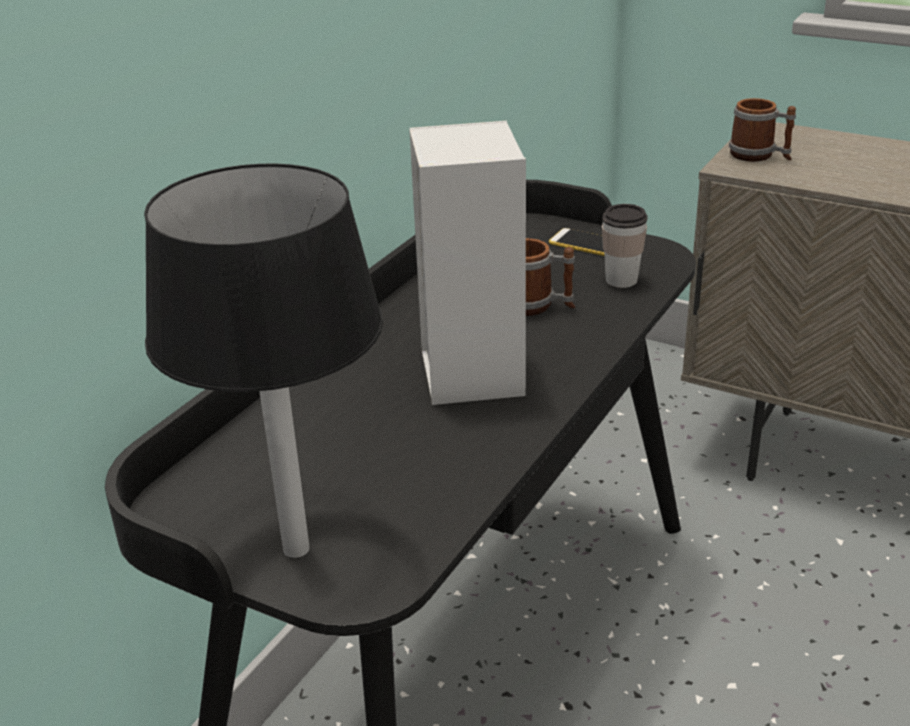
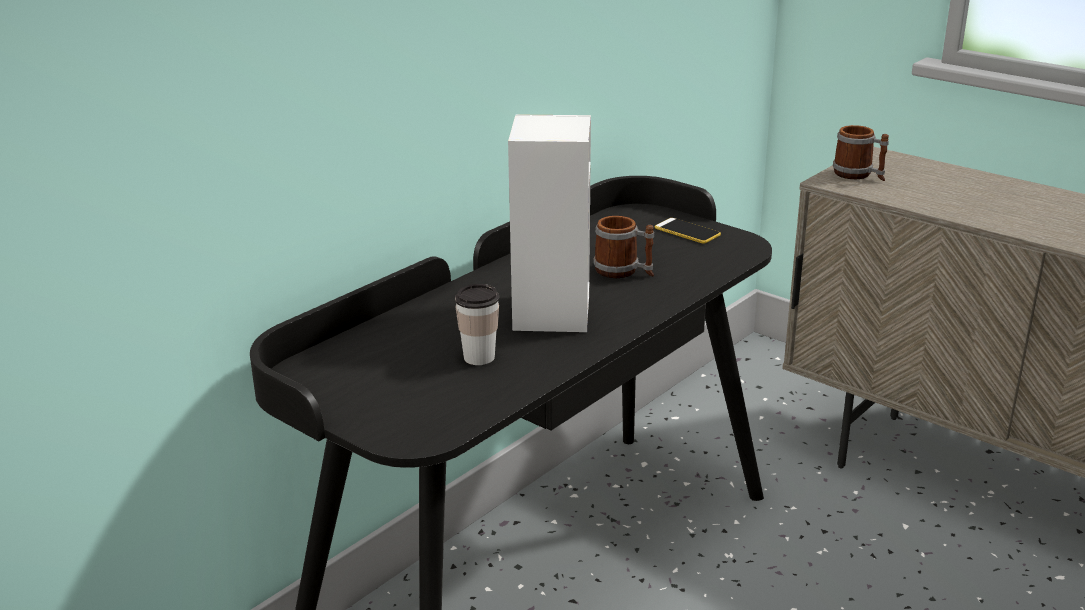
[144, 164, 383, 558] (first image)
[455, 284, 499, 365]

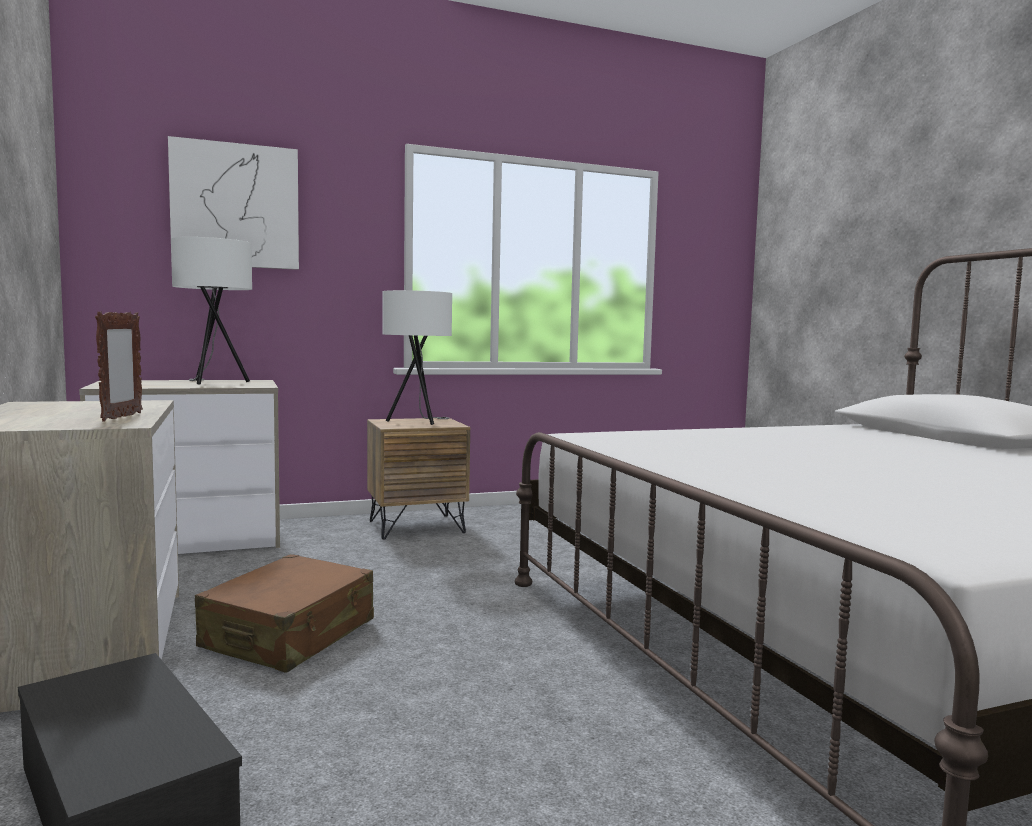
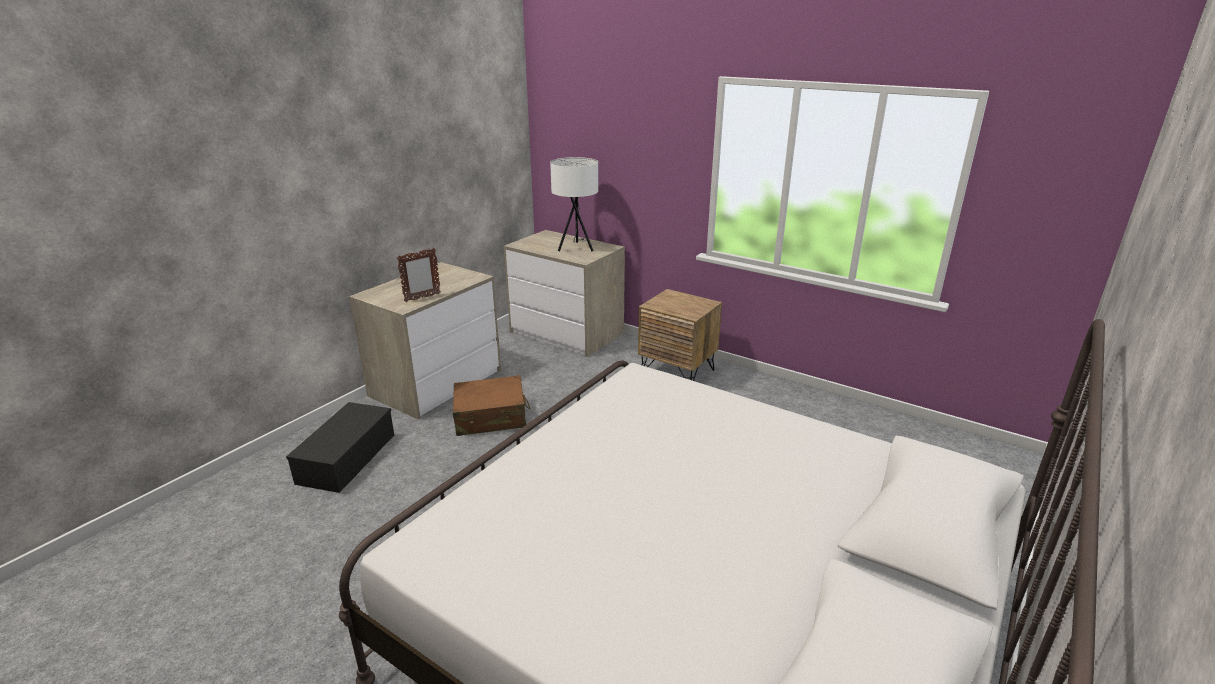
[168, 136, 299, 270] (first image)
[382, 290, 452, 425] (first image)

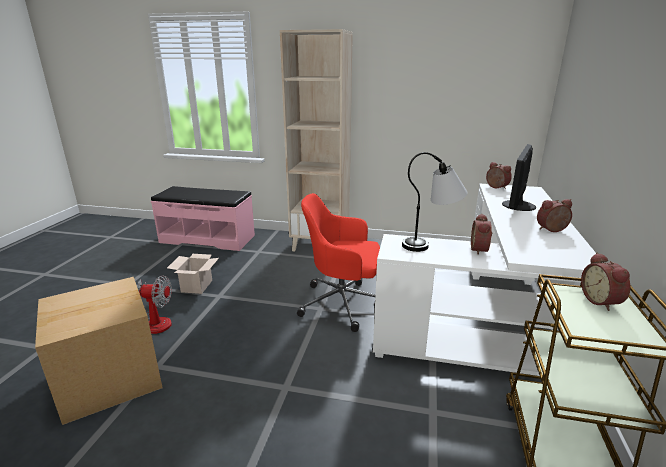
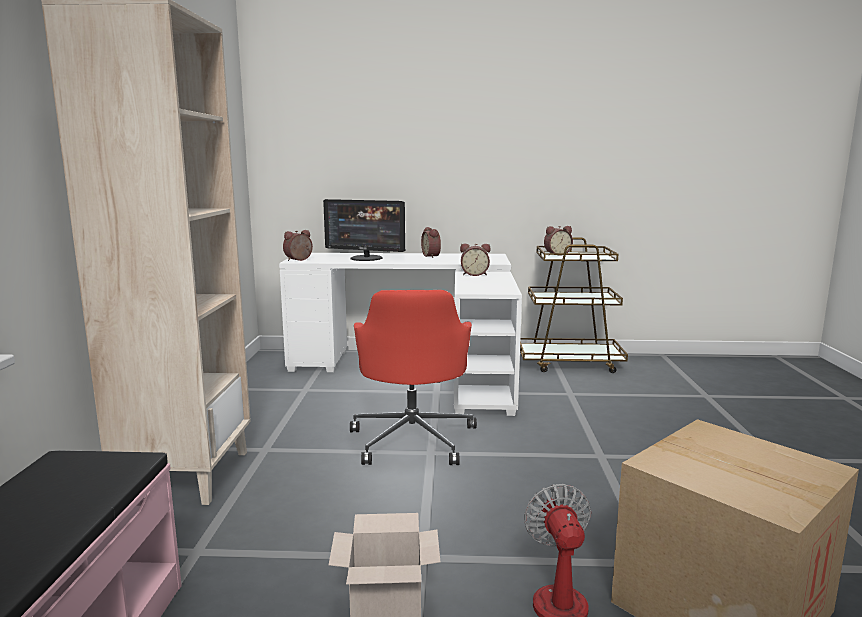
[402, 152, 468, 252] (first image)

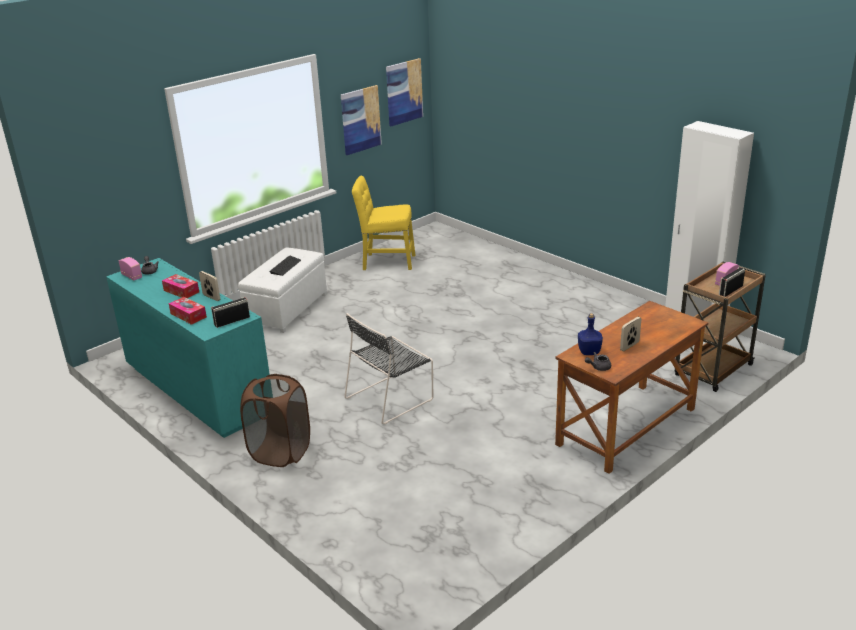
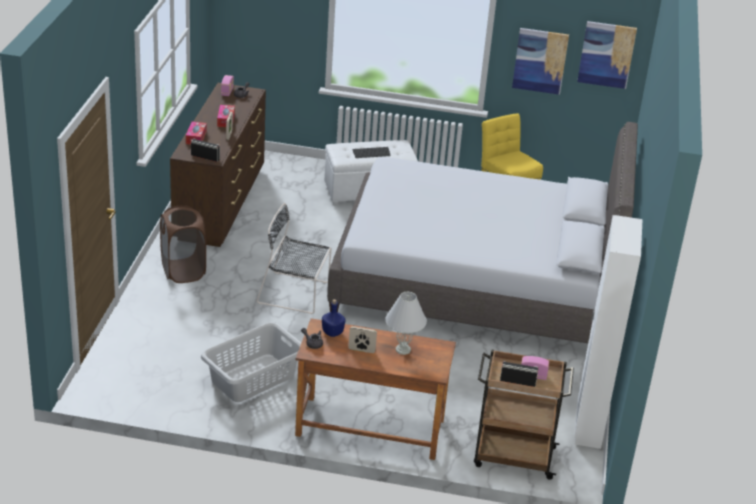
[170, 83, 266, 247]
[327, 122, 638, 343]
[385, 292, 427, 355]
[201, 322, 301, 402]

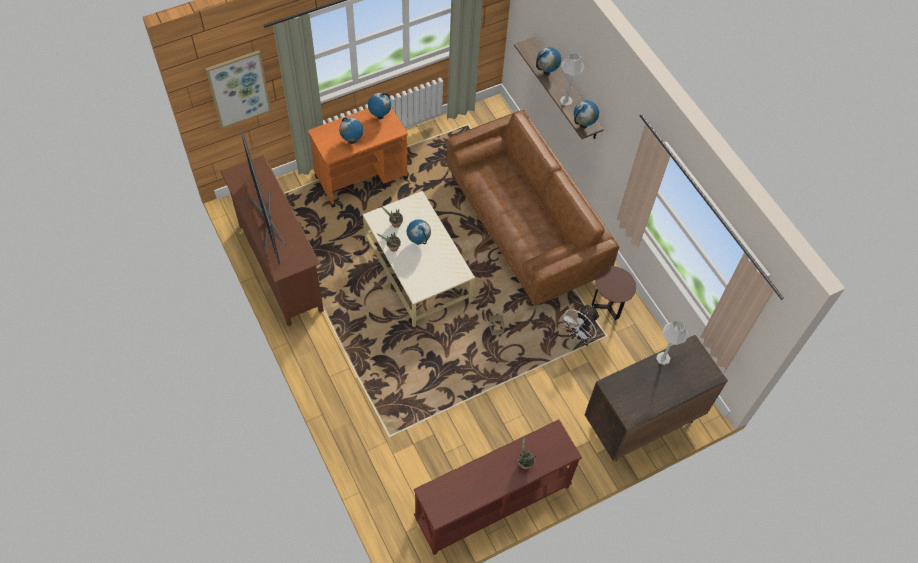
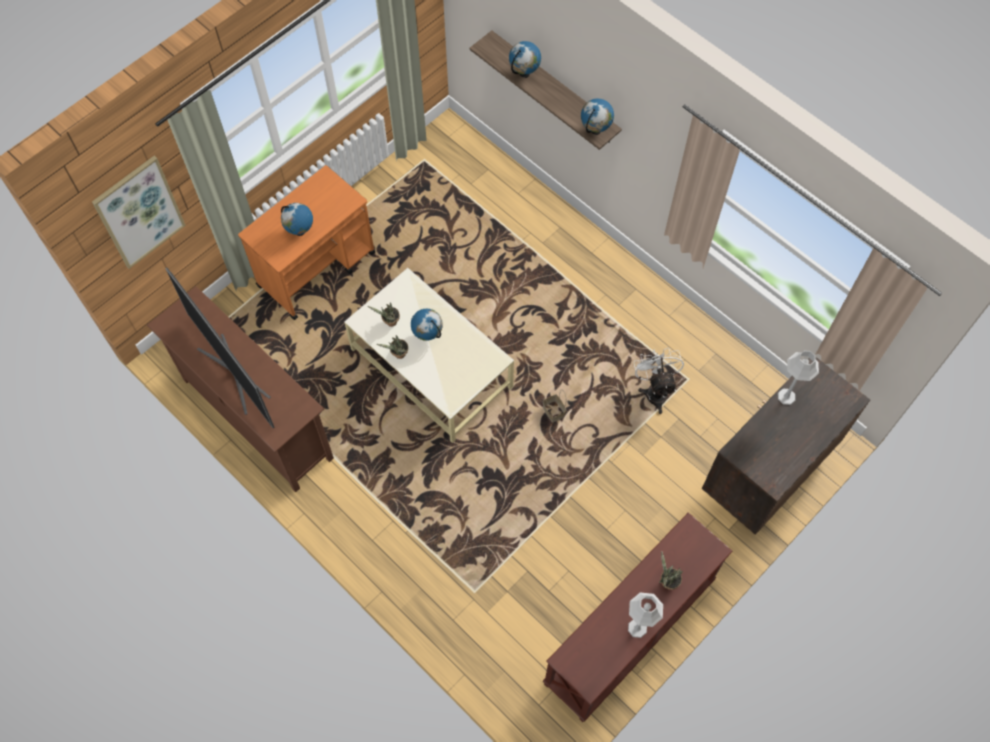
[628, 592, 663, 638]
[368, 93, 391, 119] (first image)
[447, 110, 619, 306] (first image)
[592, 266, 636, 320] (first image)
[634, 348, 684, 414]

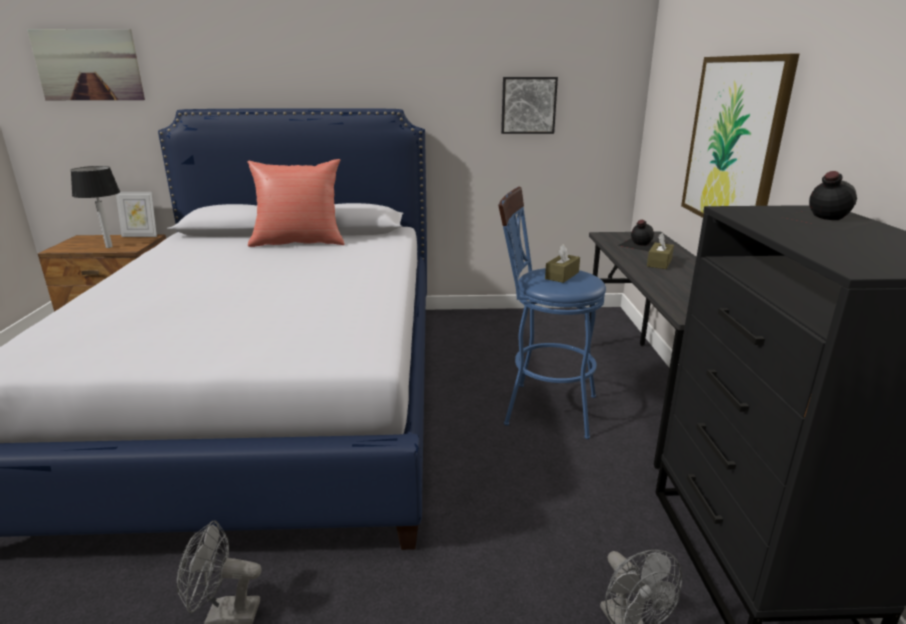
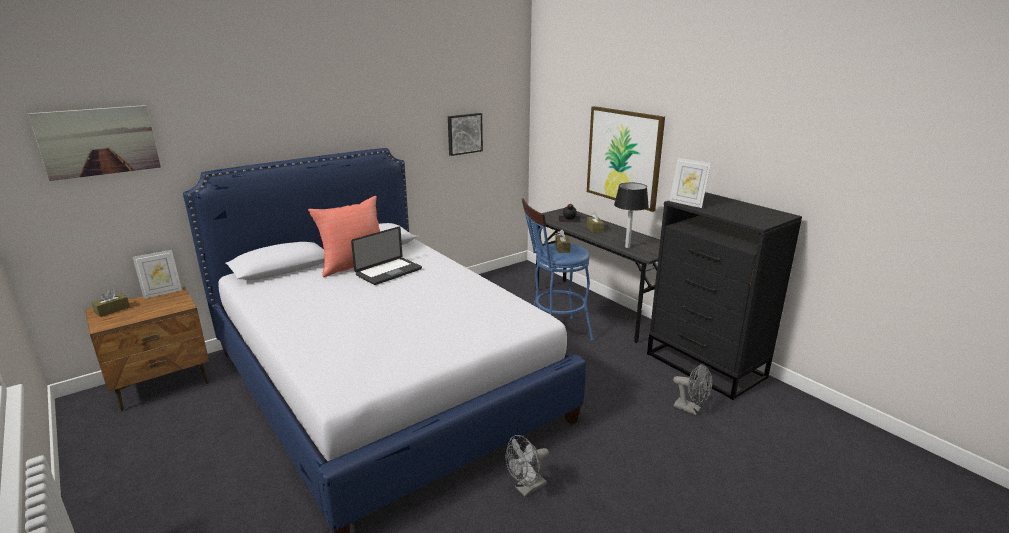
[614, 182, 649, 248]
[780, 171, 874, 230] (first image)
[670, 158, 711, 208]
[351, 227, 422, 285]
[91, 289, 130, 317]

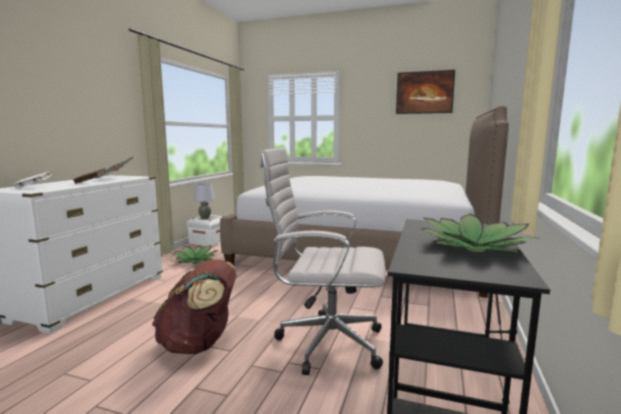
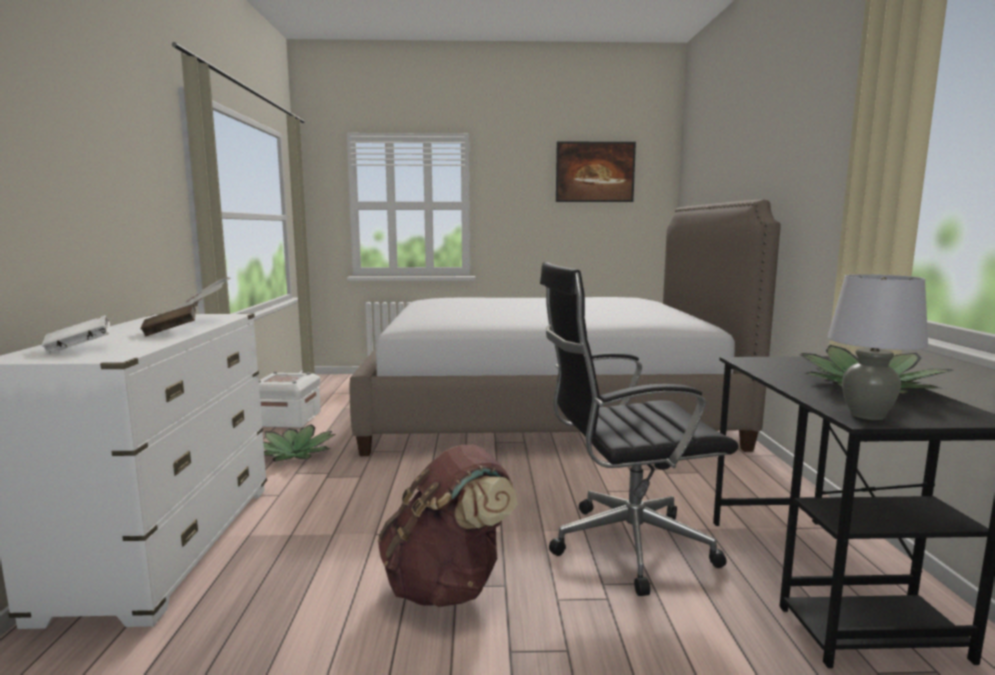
[540, 262, 738, 596]
[828, 274, 928, 420]

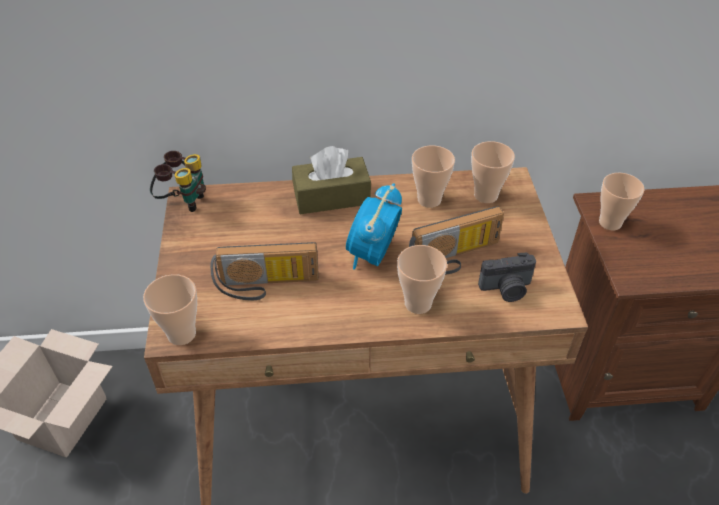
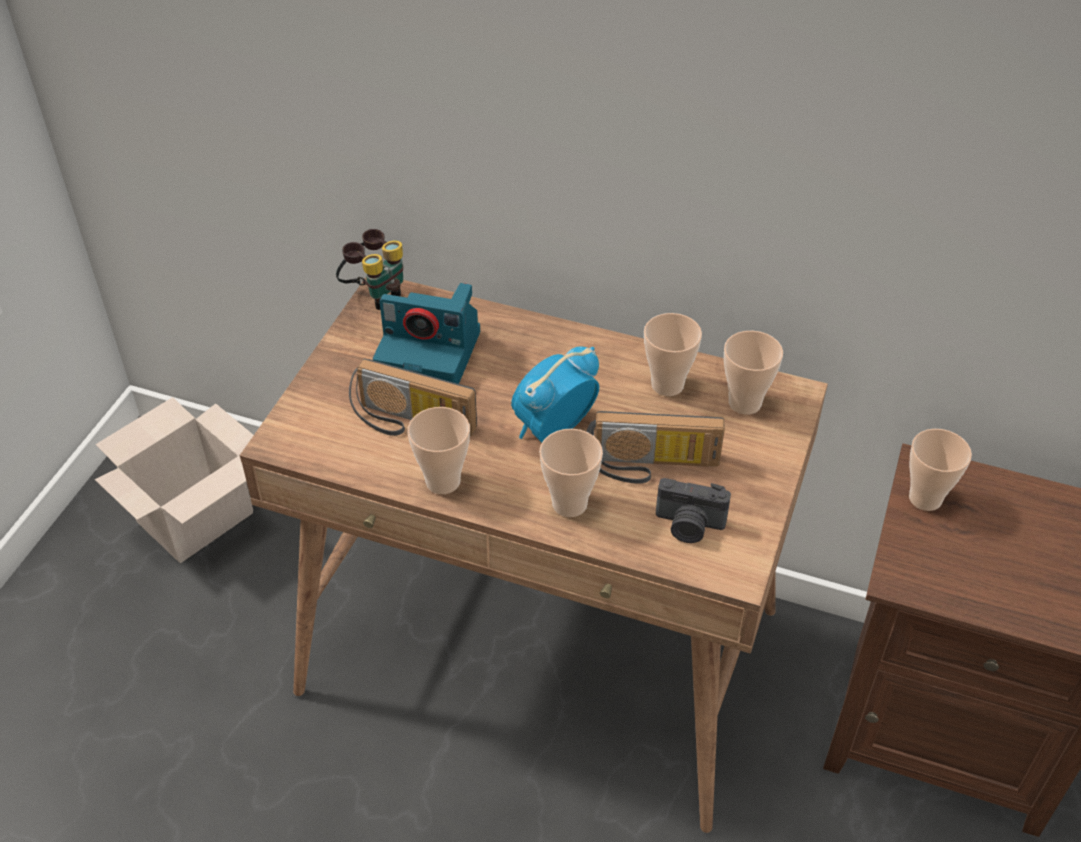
[292, 146, 371, 214] (first image)
[408, 407, 470, 494]
[373, 283, 480, 384]

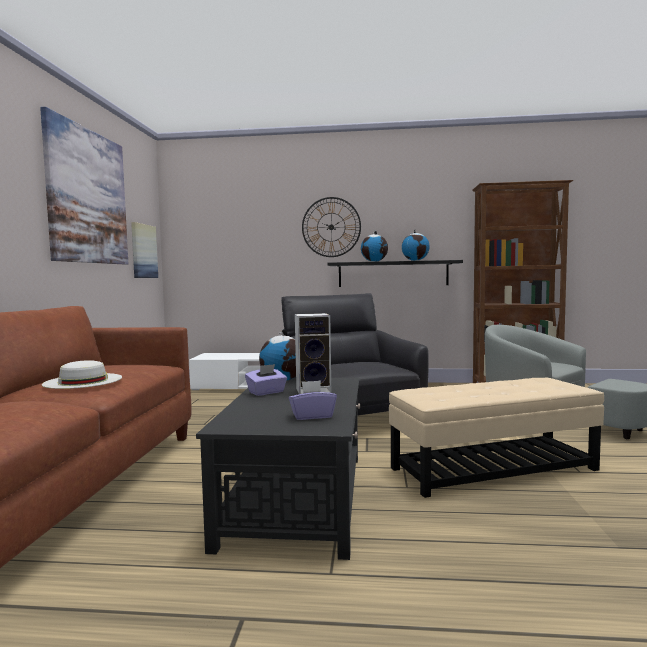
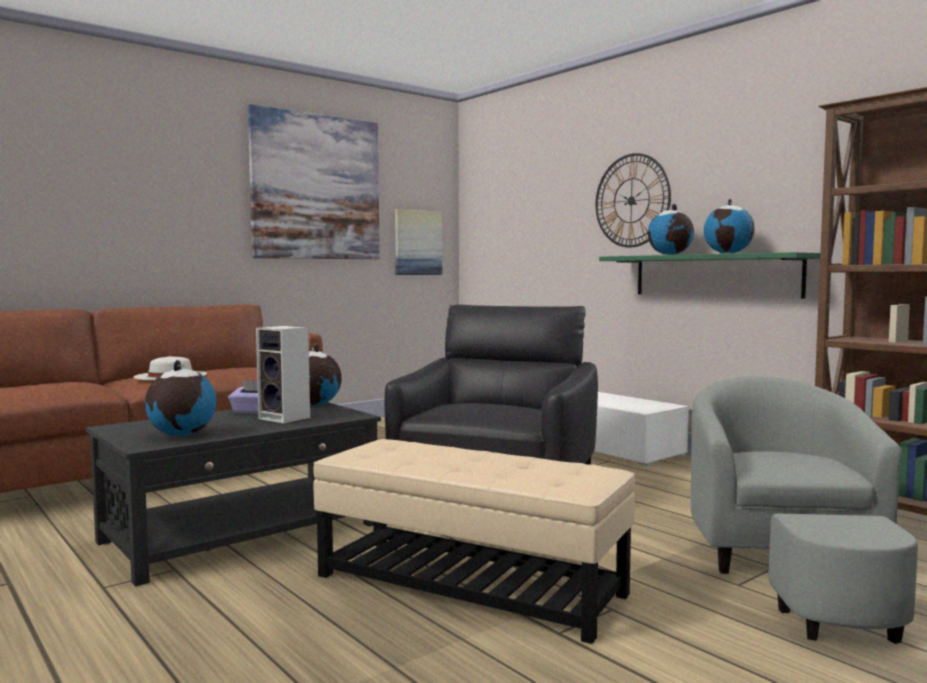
[599, 252, 820, 299]
[145, 360, 217, 436]

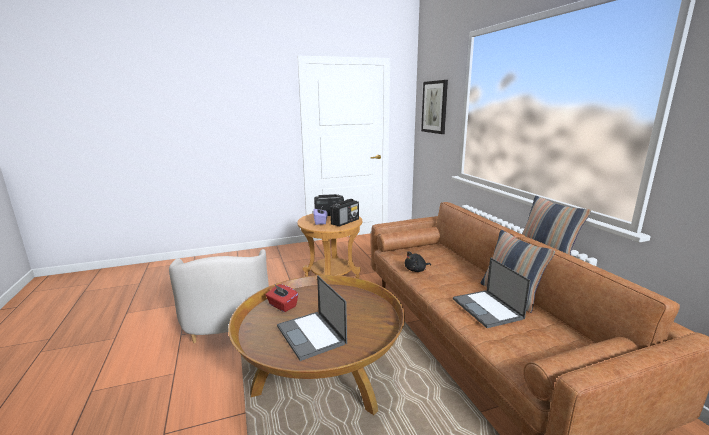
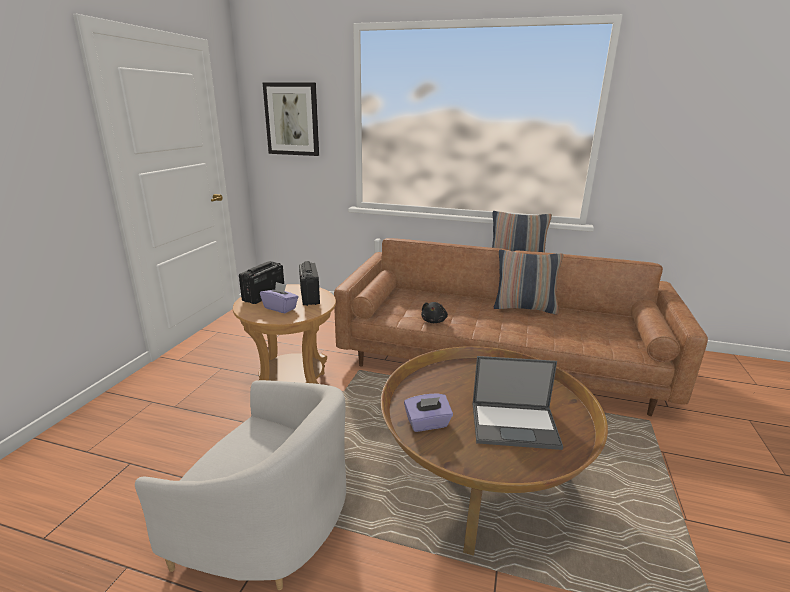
[453, 257, 531, 328] (first image)
[404, 394, 453, 432]

